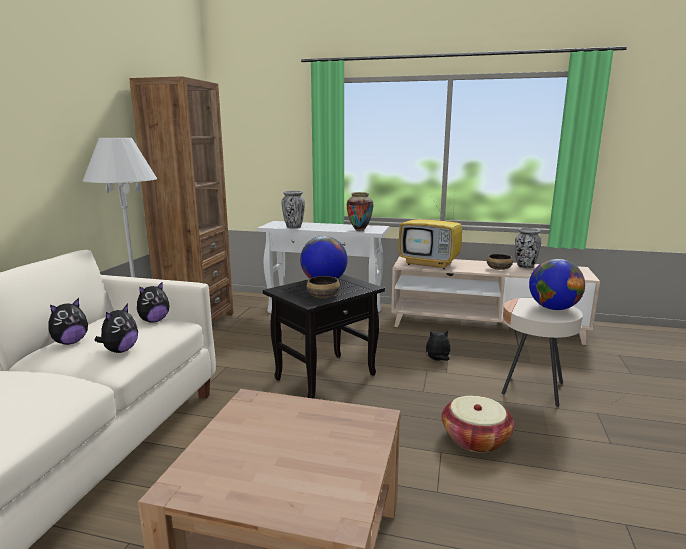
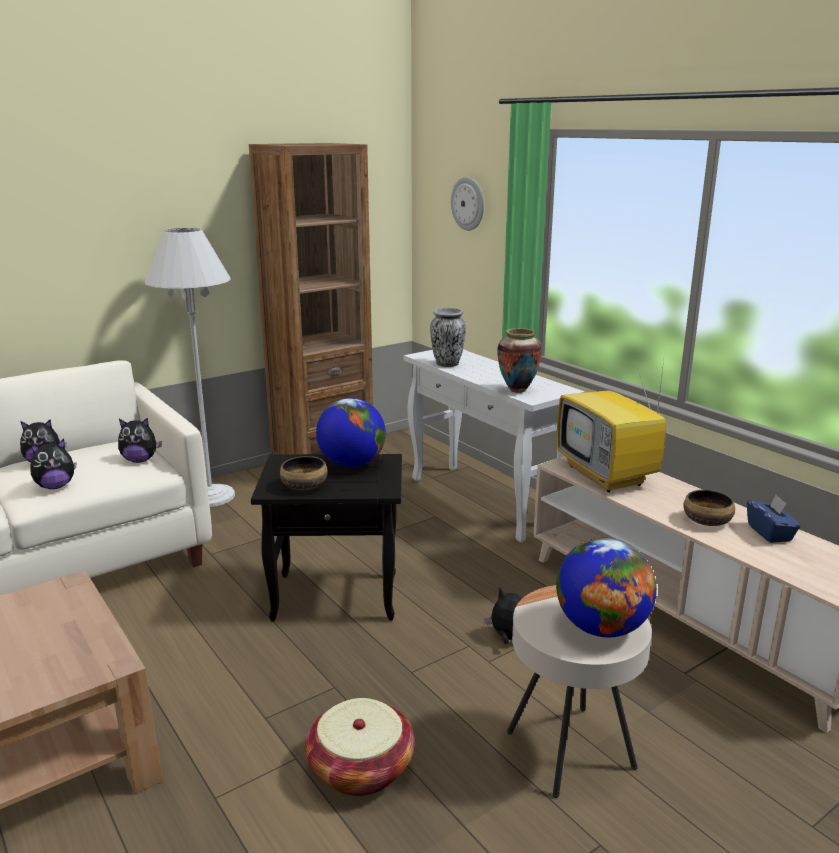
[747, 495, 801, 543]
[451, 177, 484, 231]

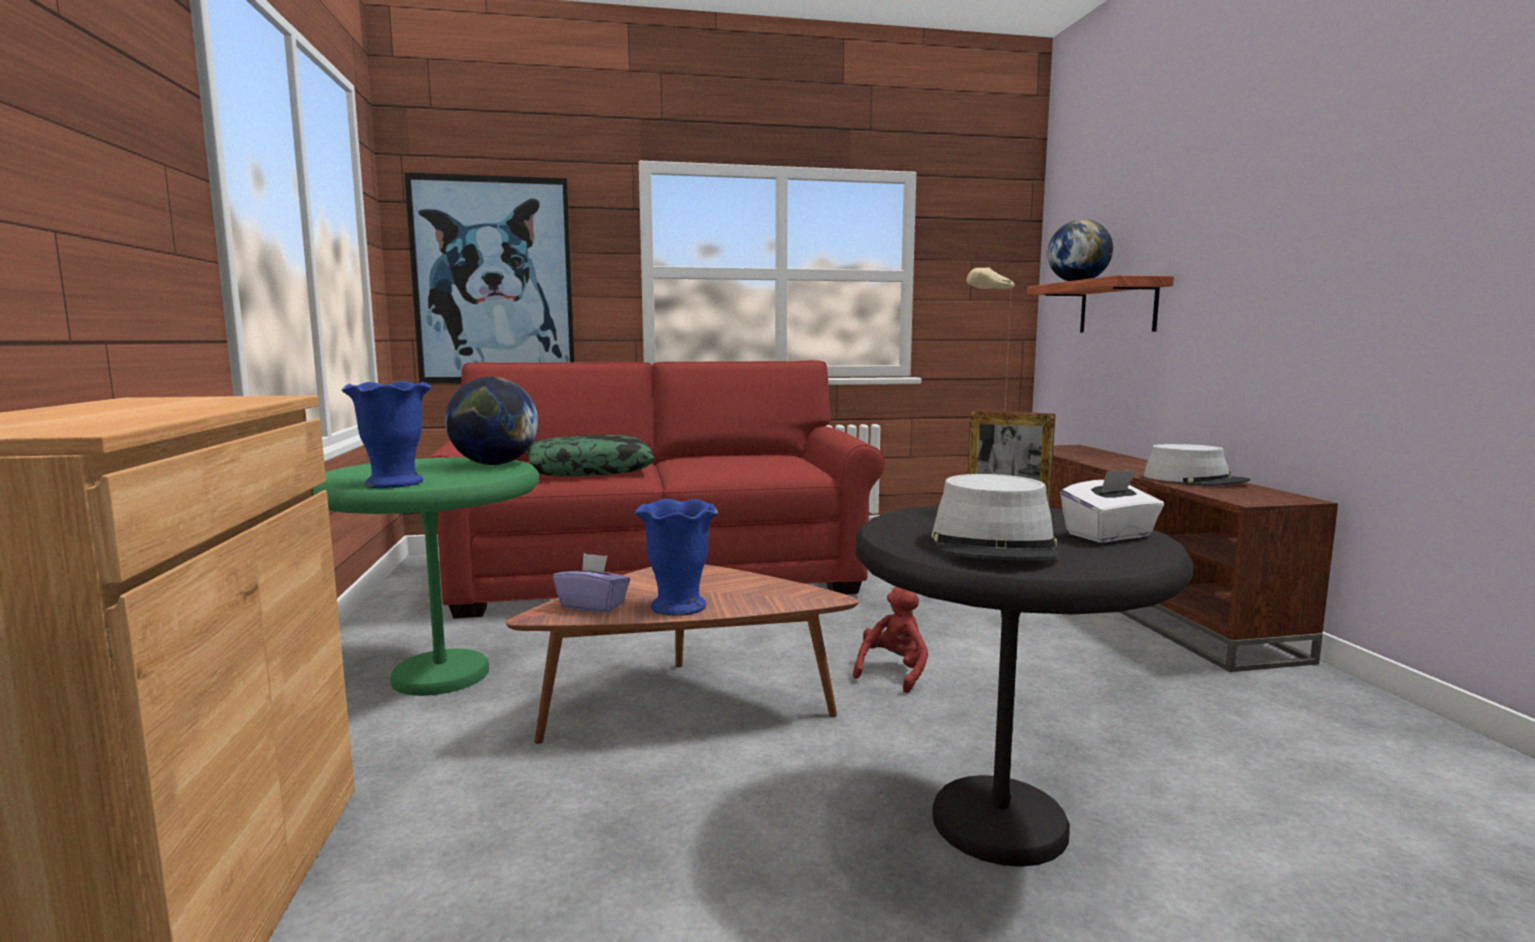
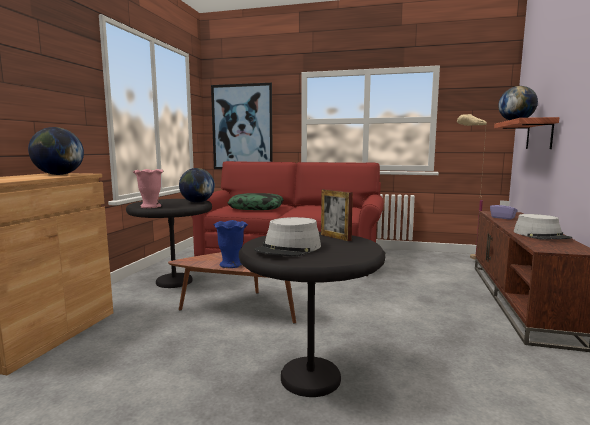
[133, 169, 164, 208]
[126, 199, 212, 288]
[1060, 469, 1164, 542] (first image)
[490, 200, 518, 220]
[853, 587, 928, 693] (first image)
[28, 127, 84, 175]

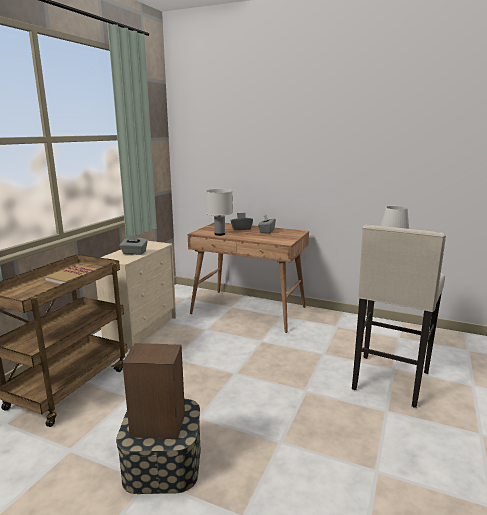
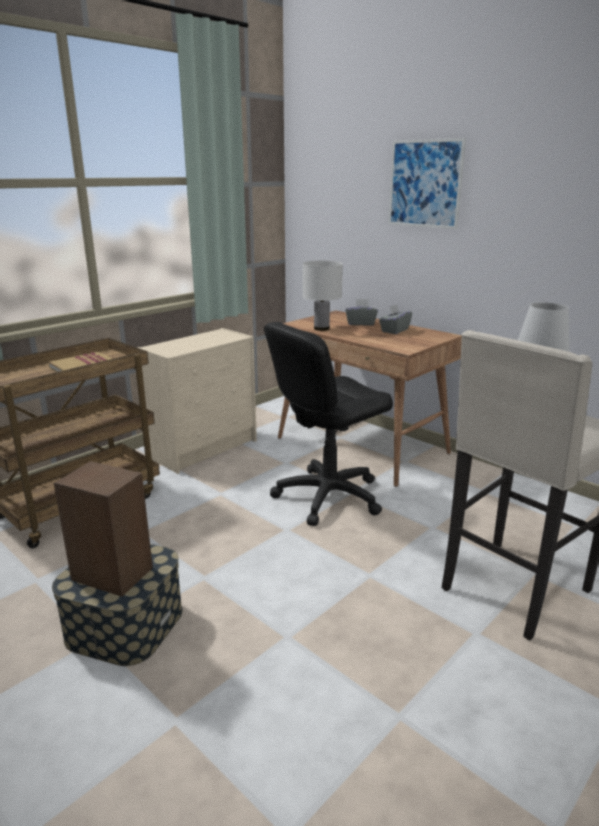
[120, 235, 148, 255] (first image)
[388, 138, 466, 229]
[264, 322, 393, 526]

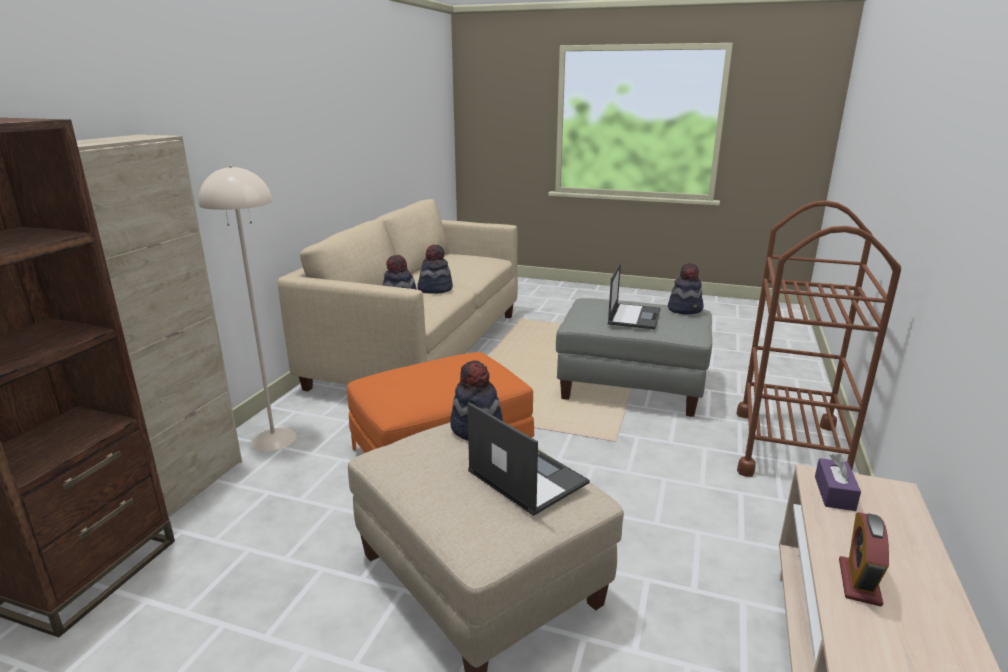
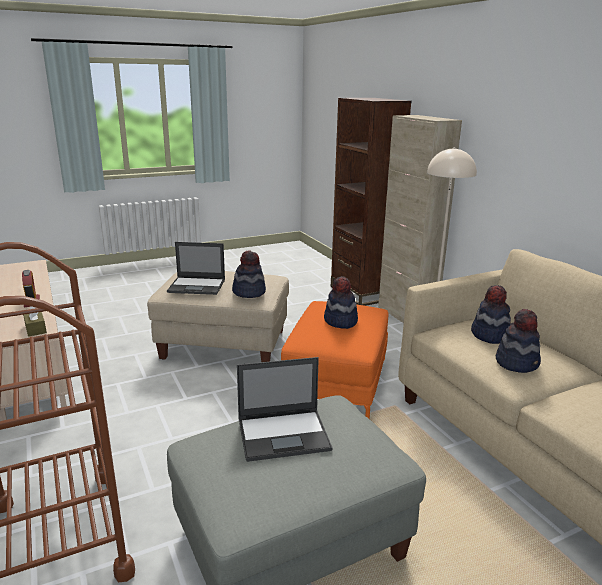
[237, 357, 333, 462]
[324, 276, 358, 329]
[23, 306, 47, 337]

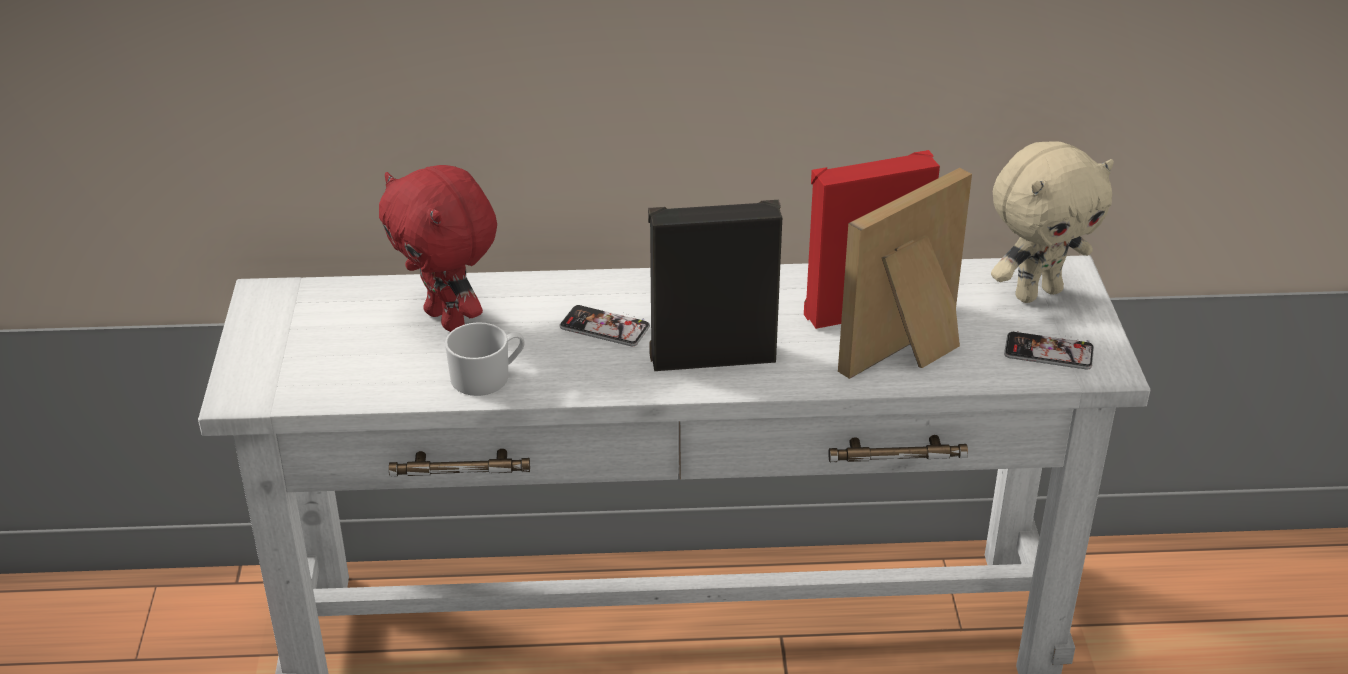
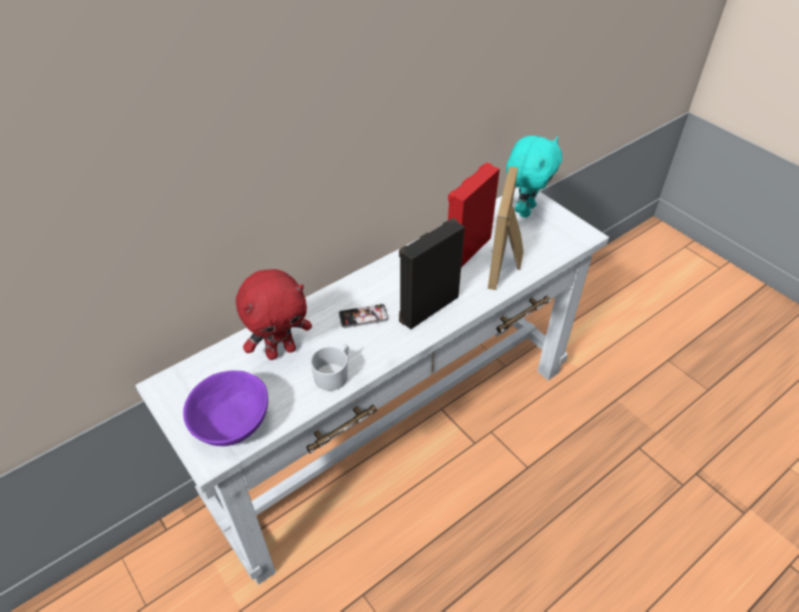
[506, 136, 562, 218]
[236, 269, 312, 360]
[1004, 331, 1094, 370] (first image)
[183, 371, 268, 446]

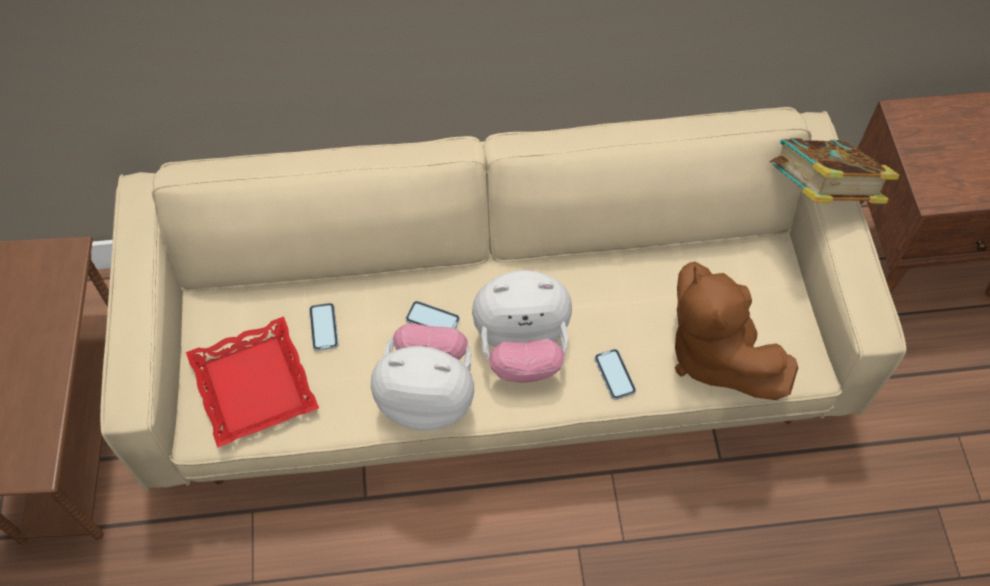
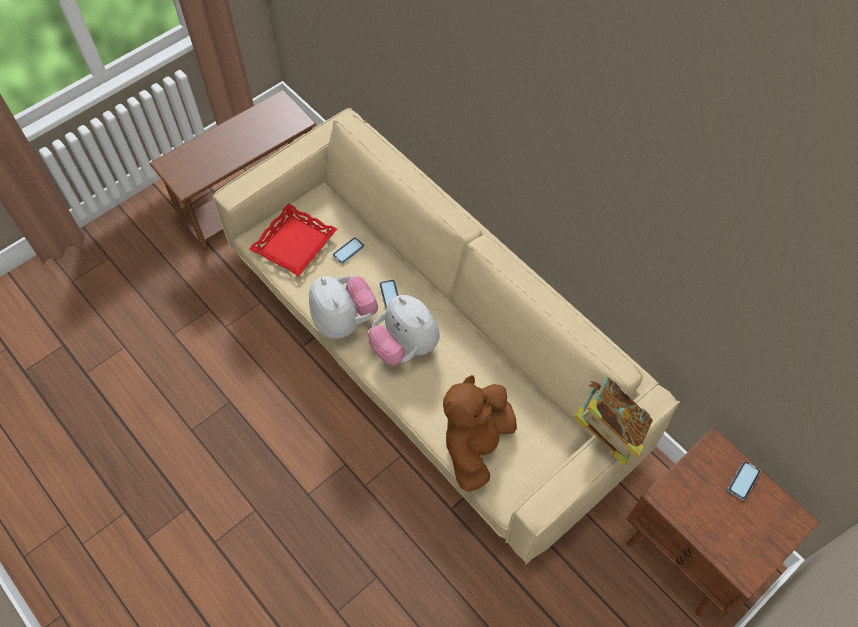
[728, 461, 761, 500]

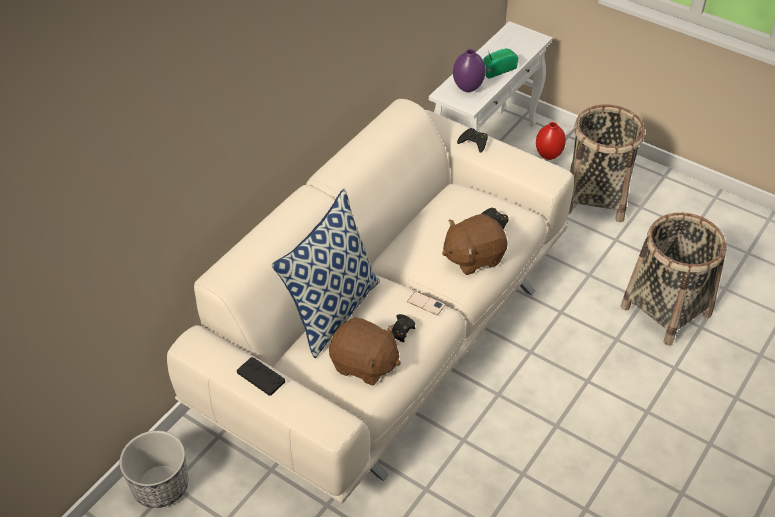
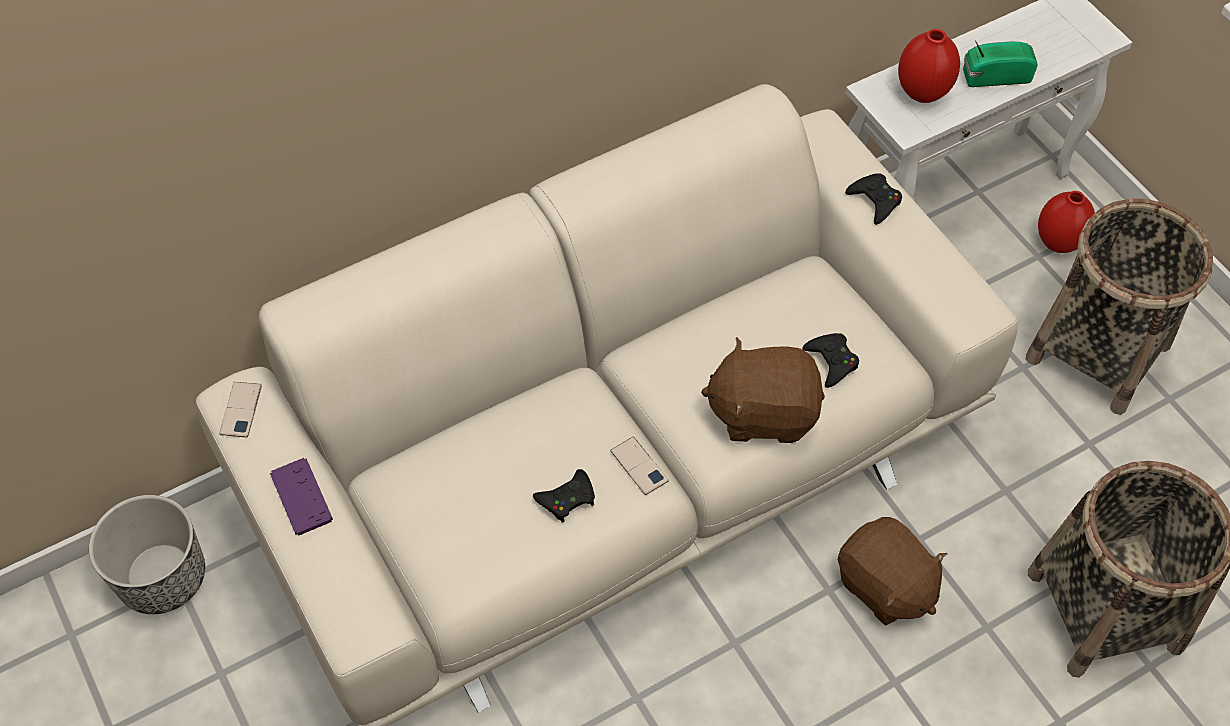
[898, 29, 960, 103]
[272, 189, 380, 358] (first image)
[838, 517, 947, 625]
[270, 458, 333, 536]
[219, 382, 262, 437]

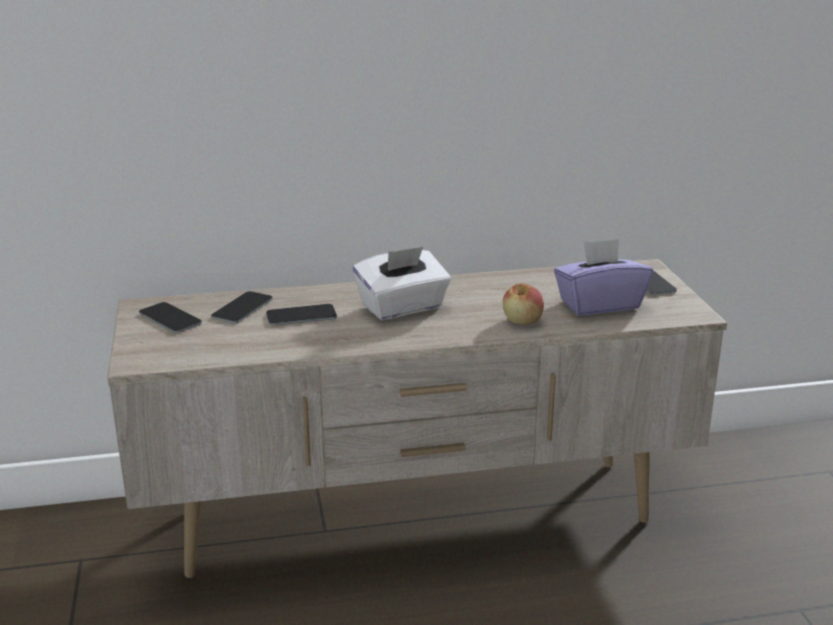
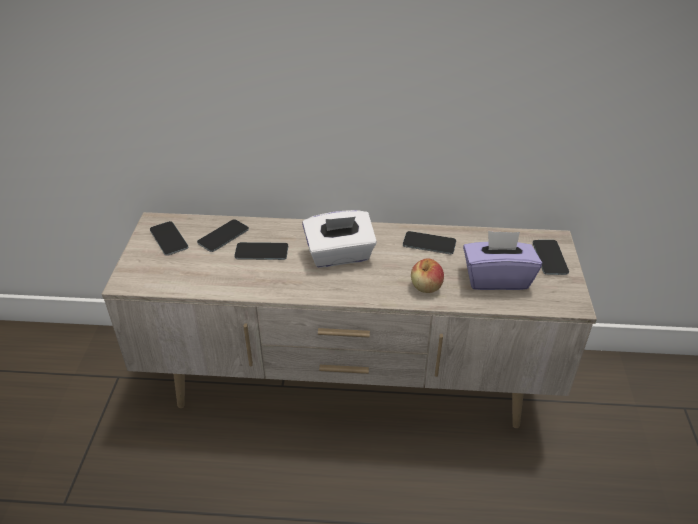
[403, 231, 456, 254]

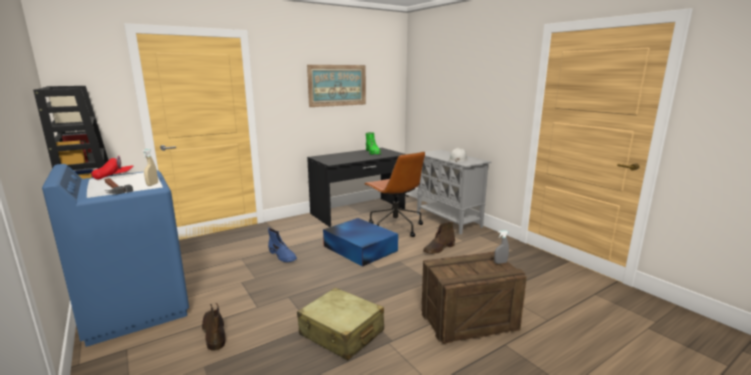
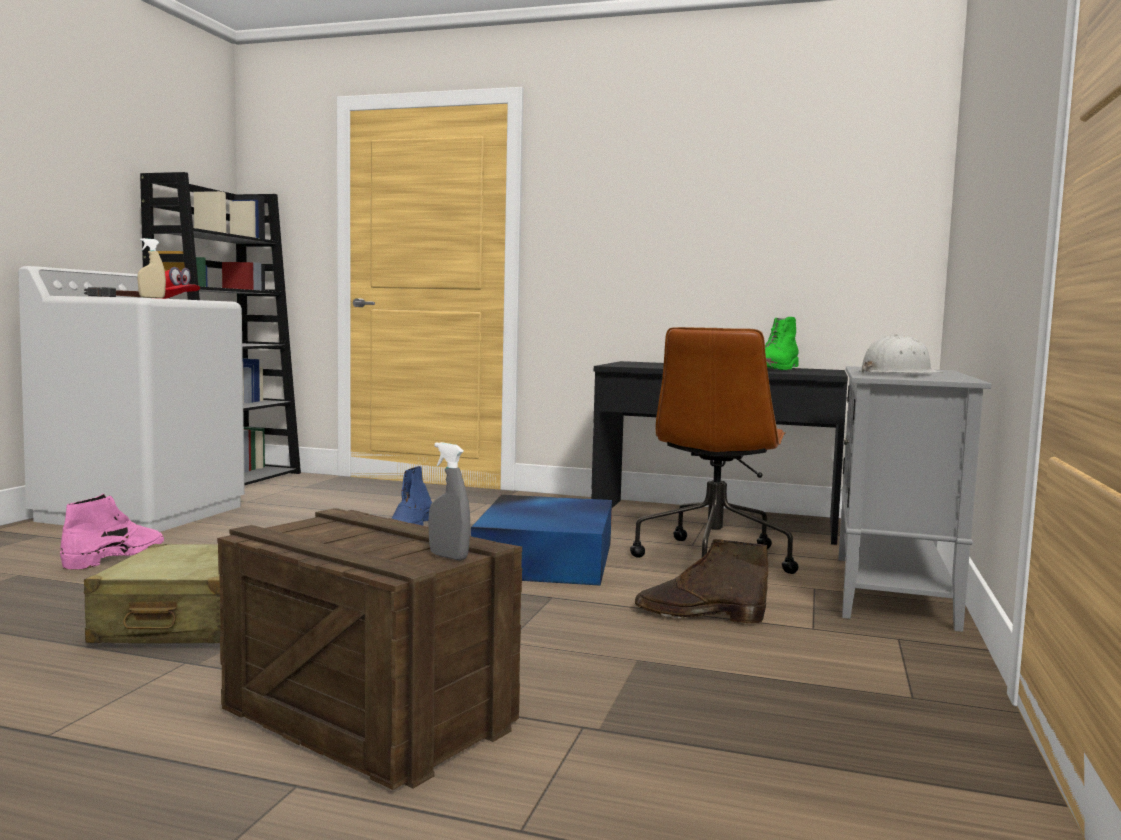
[307, 65, 366, 107] (first image)
[18, 266, 245, 532]
[60, 493, 164, 570]

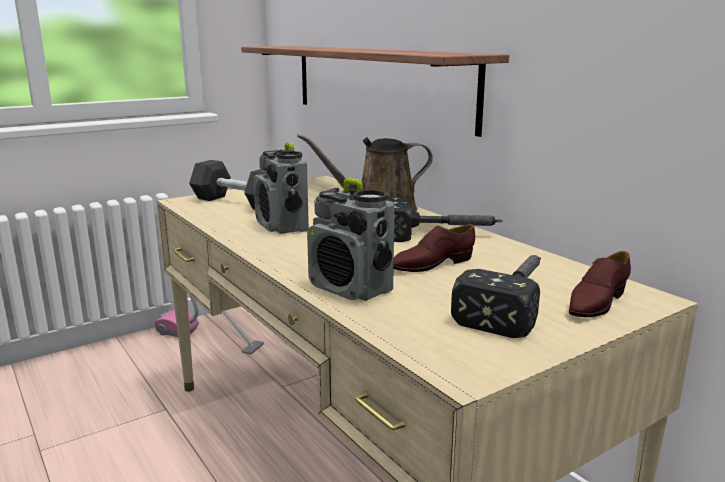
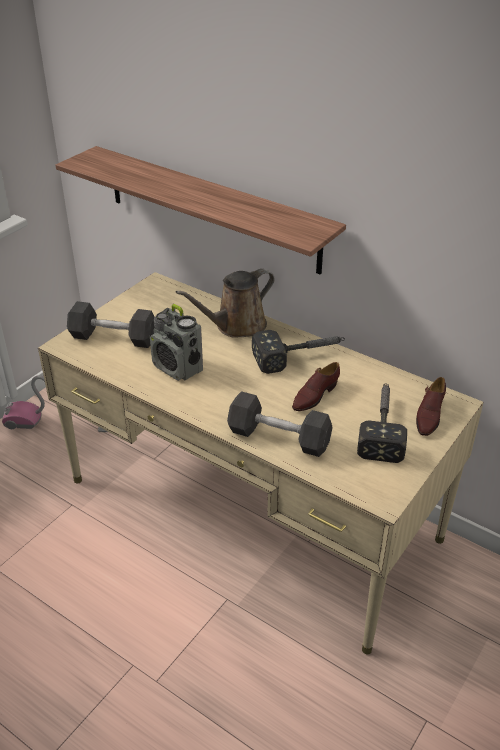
[227, 391, 333, 457]

